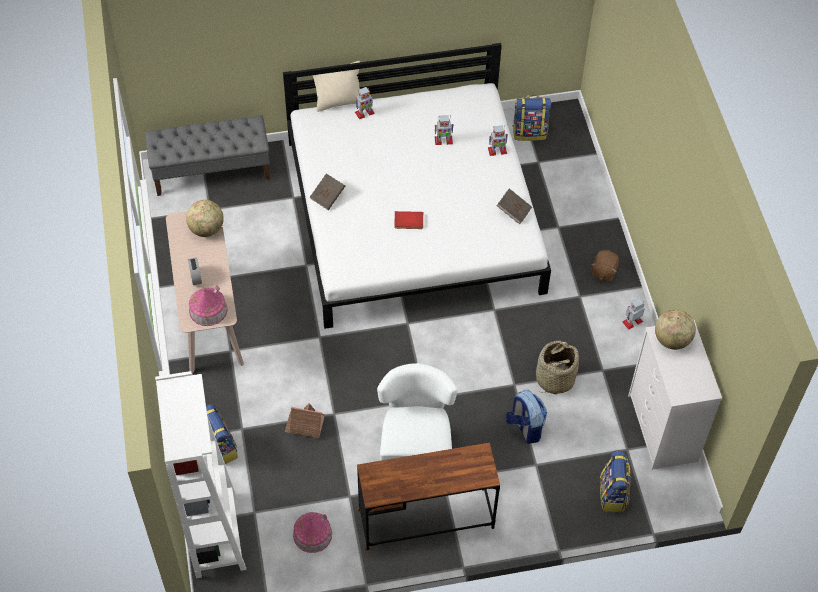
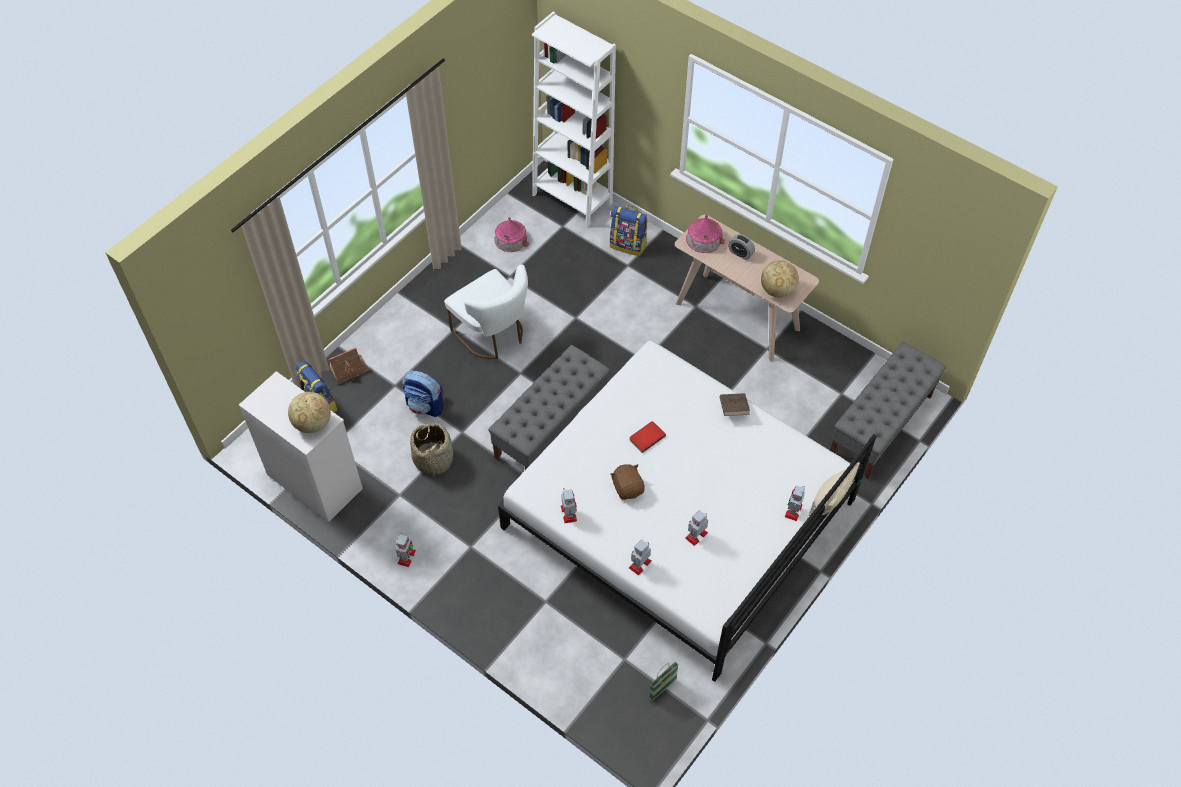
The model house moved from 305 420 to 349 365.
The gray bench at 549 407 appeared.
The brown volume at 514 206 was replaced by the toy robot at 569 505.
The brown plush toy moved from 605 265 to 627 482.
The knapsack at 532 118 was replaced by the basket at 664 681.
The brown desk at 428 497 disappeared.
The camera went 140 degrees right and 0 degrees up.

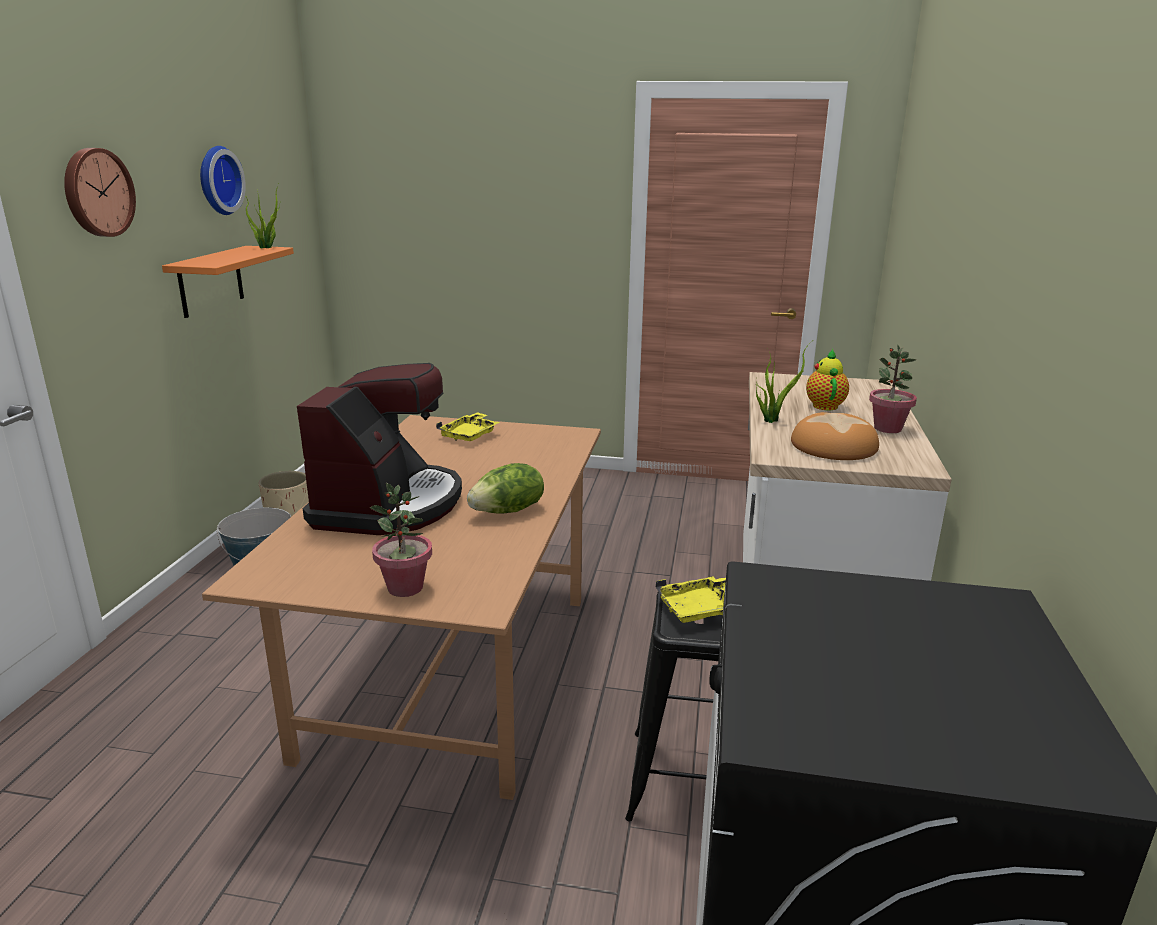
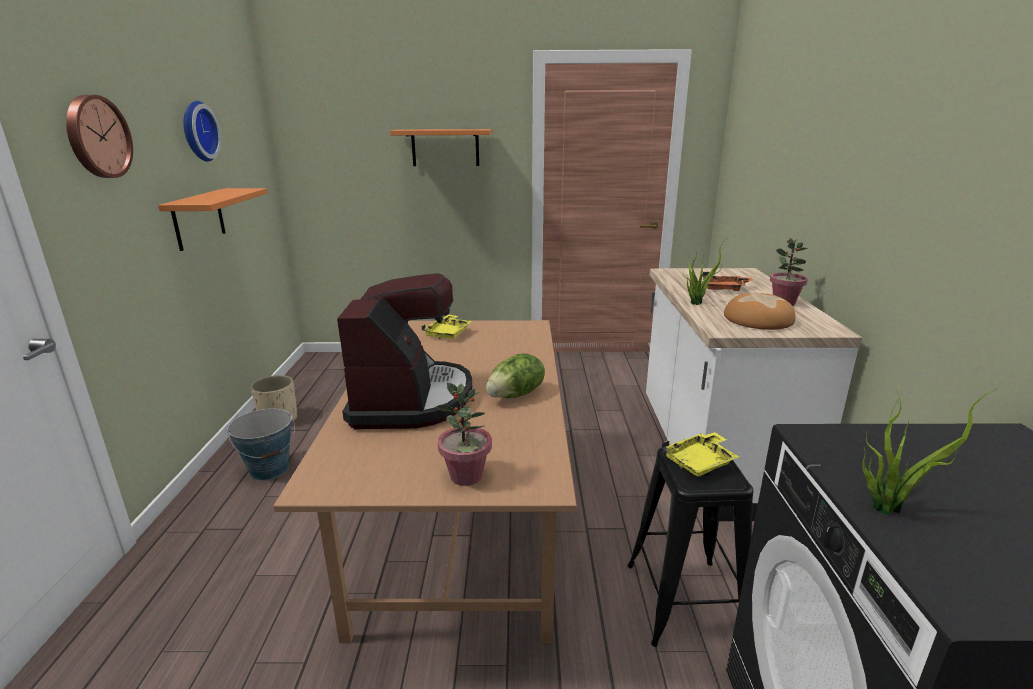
The orange bracket shelf at 441 147 appeared.
The tea pot at 827 379 was replaced by the orange serving tray at 728 281.
The potted plant moved from 263 216 to 930 452.
The camera went 10 degrees left and 0 degrees up.

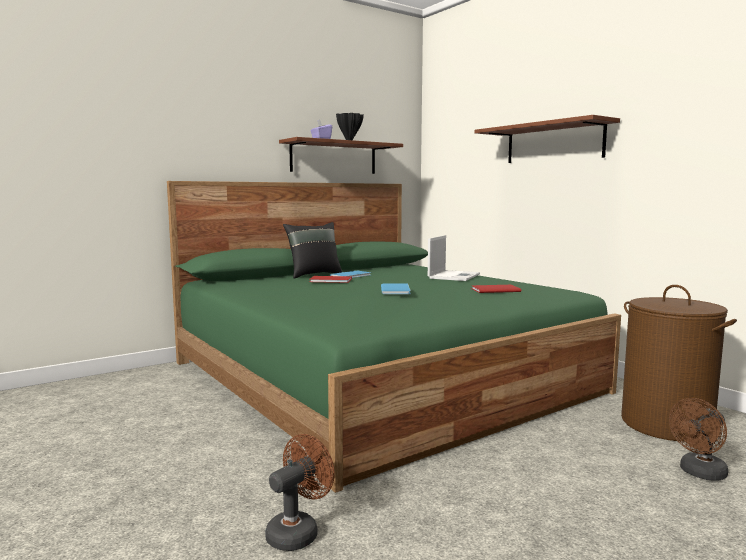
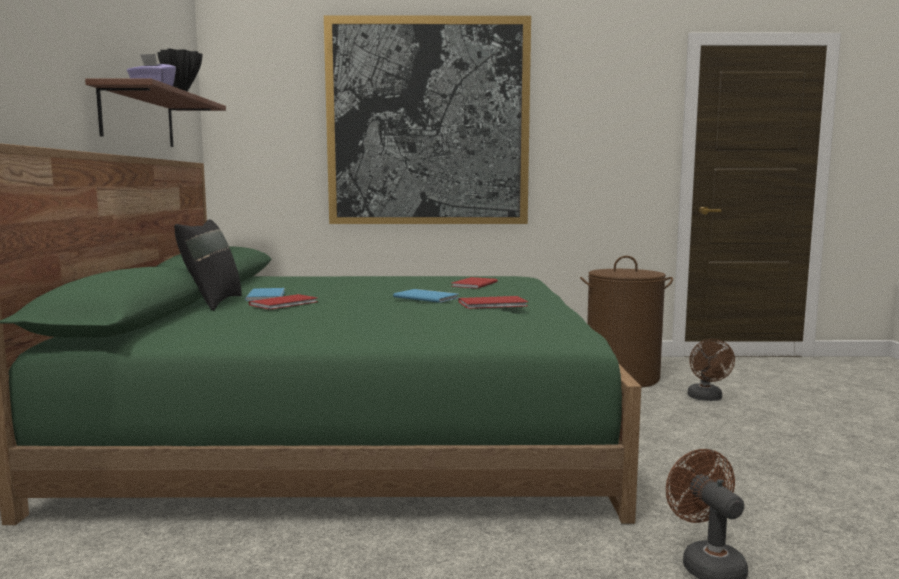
The brown bracket shelf at 547 139 was replaced by the picture at 427 119.
The reddish volume at 493 302 appeared.
The laptop at 454 258 disappeared.
The camera went 55 degrees left and 0 degrees up.

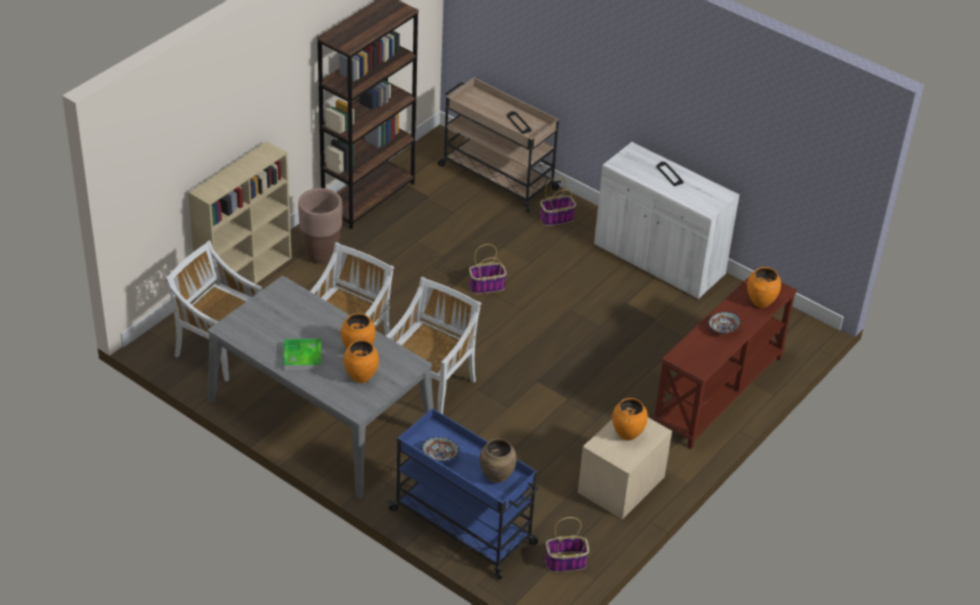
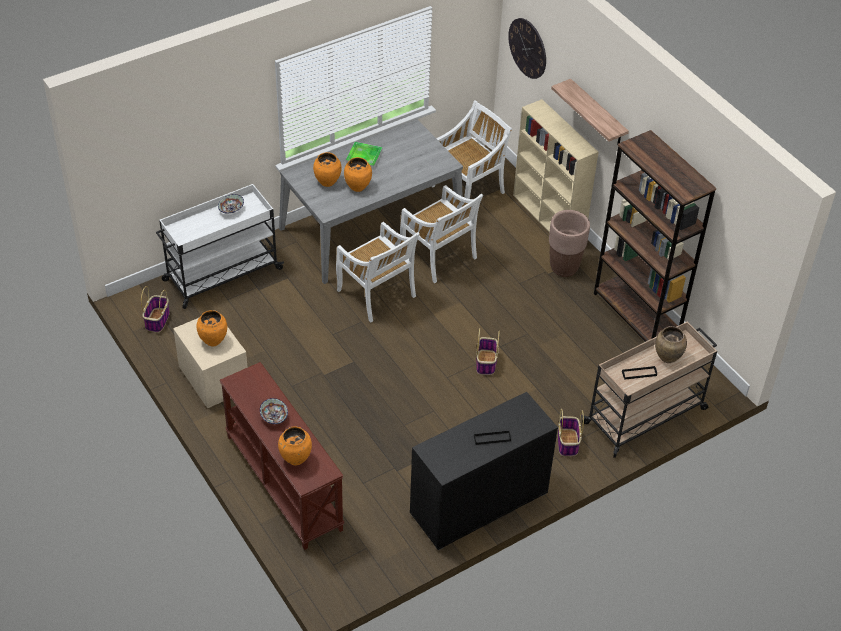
The blue wheeled cart at 462 493 became the whitish wheeled cart at 220 246.
The whitish cupboard at 667 220 became the black cupboard at 484 471.
The hanging clock at 527 48 appeared.
The bracket shelf at 590 112 appeared.
The brown vase moved from 498 461 to 671 344.
The camera went 110 degrees right and 5 degrees up.

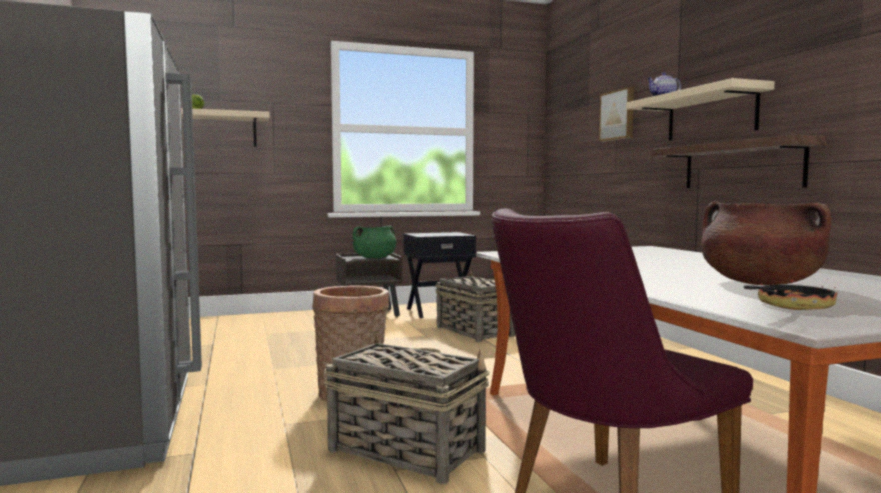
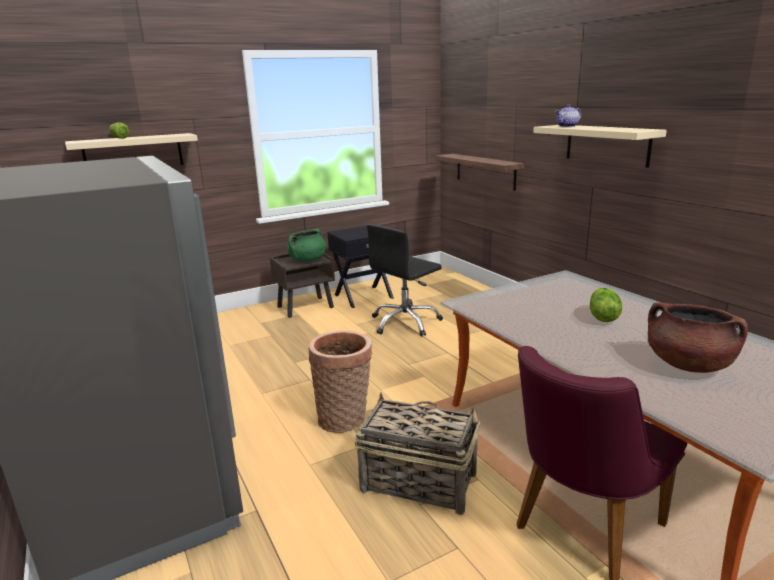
The basket at 475 306 was replaced by the black desk chair at 405 280.
The bracket shelf moved from 739 161 to 480 172.
The lettuce head at 606 305 appeared.
The picture at 616 114 disappeared.
The pan at 790 294 disappeared.
The camera went 10 degrees left and 15 degrees up.

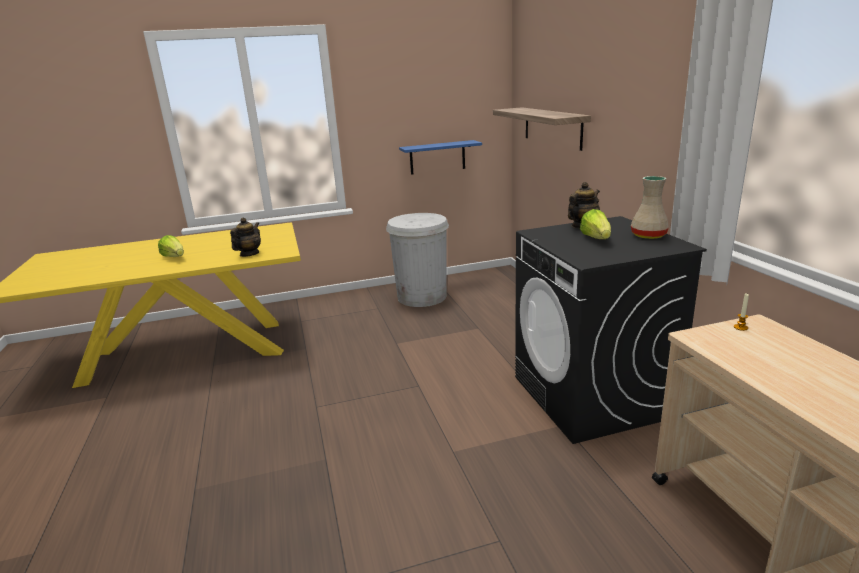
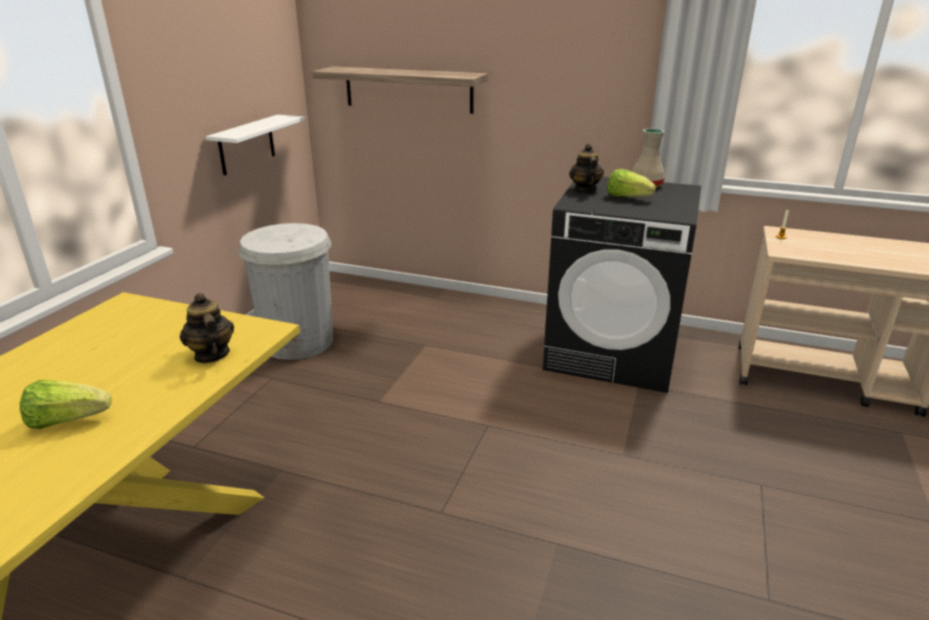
The blue bracket shelf at 440 157 became the whitish bracket shelf at 255 145.
The camera went 55 degrees left and 5 degrees up.

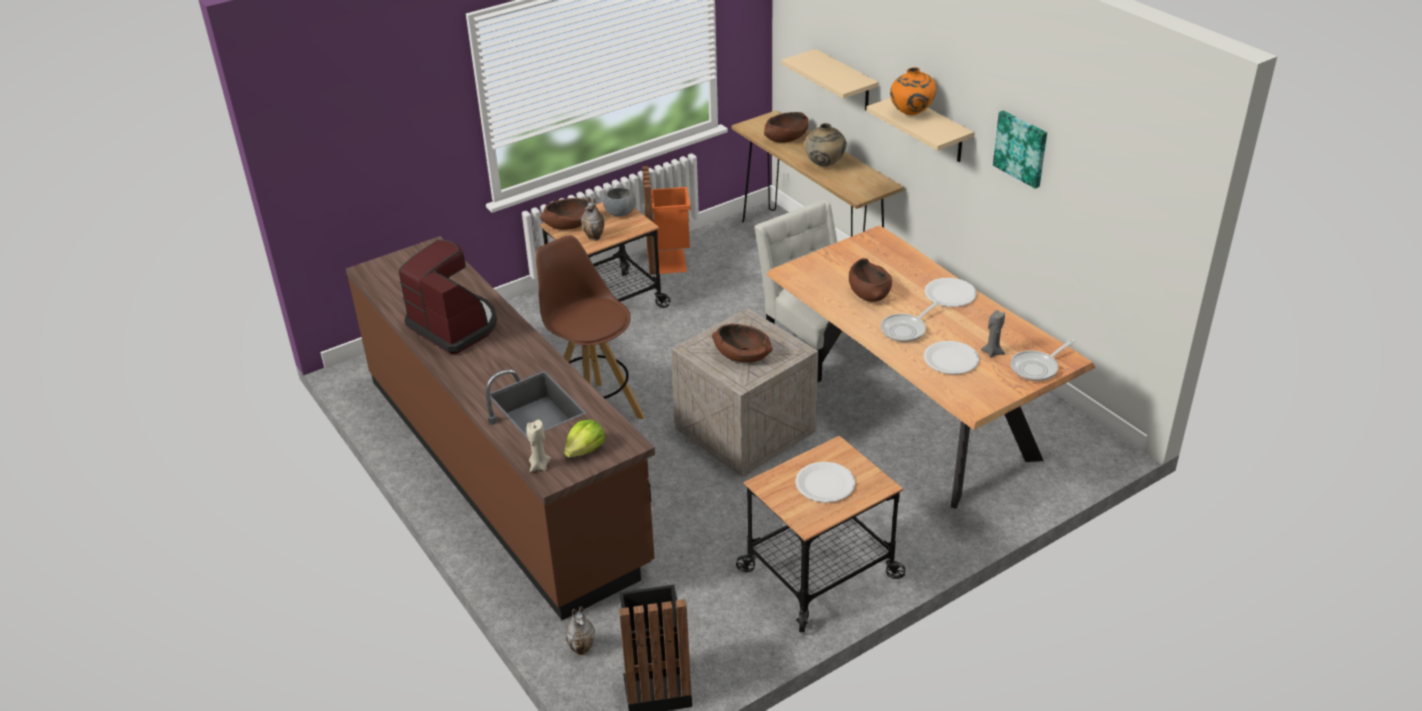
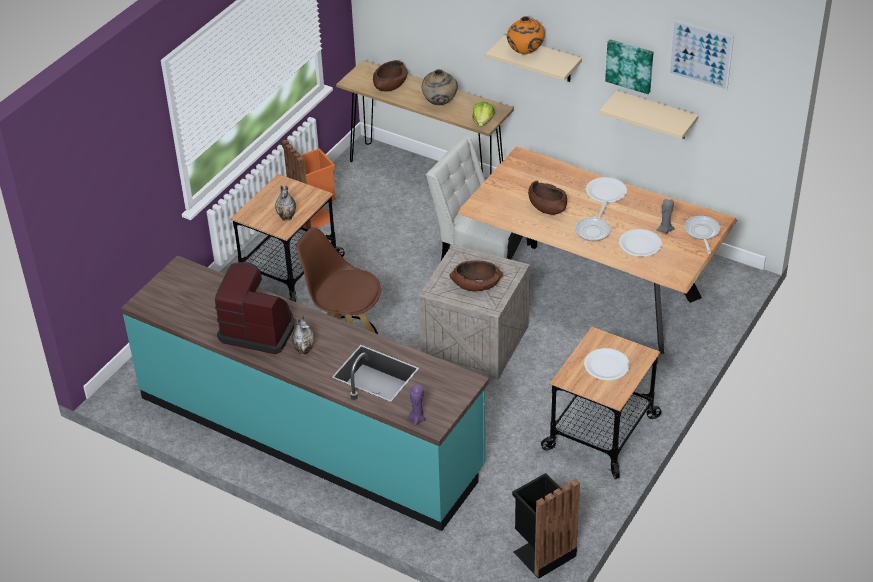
The brown counter at 500 428 became the blue-green counter at 305 393.
The vase moved from 580 631 to 303 335.
The sand-coloured wax light at 539 445 became the purplish wax light at 416 405.
The lettuce head moved from 584 439 to 483 114.
The sand-coloured bracket shelf moved from 829 79 to 649 115.
The picture at 701 55 appeared.
The pan at 1043 360 turned 150 degrees clockwise.
The brown bowl at 564 214 disappeared.
The gray bowl at 619 201 disappeared.
The camera went 25 degrees left and 5 degrees up.

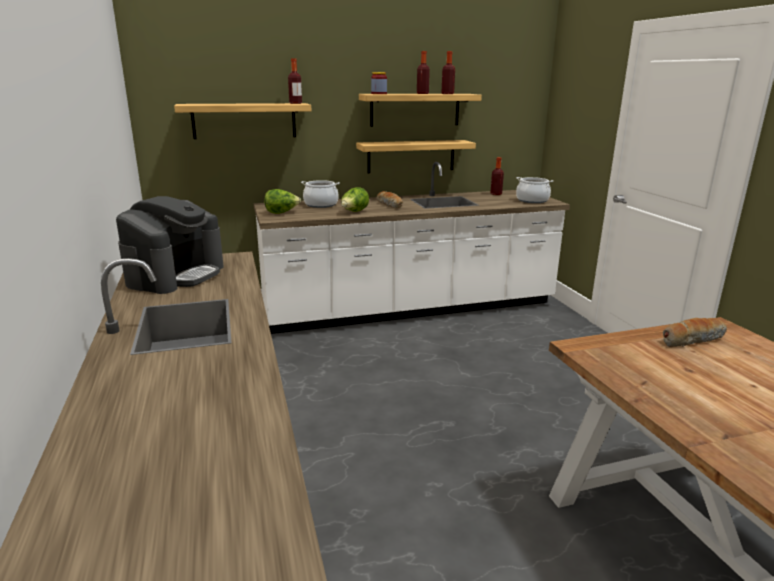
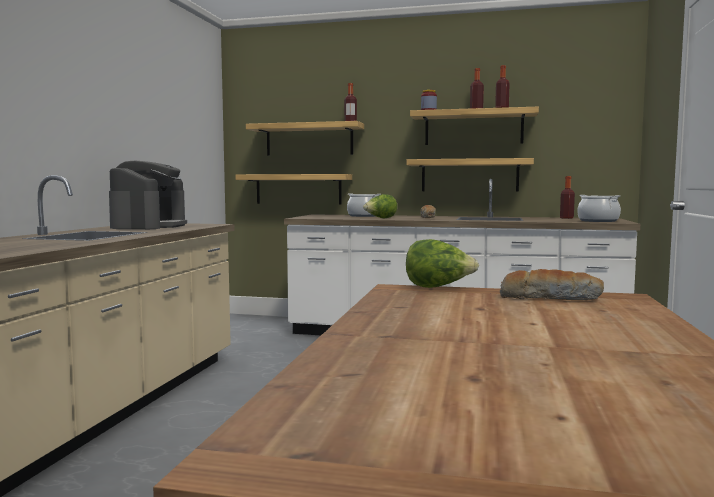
The coffee machine at 169 245 turned 45 degrees counterclockwise.
The bracket shelf at 294 189 appeared.
The lettuce head moved from 282 201 to 442 263.
The camera went 30 degrees right and 15 degrees down.

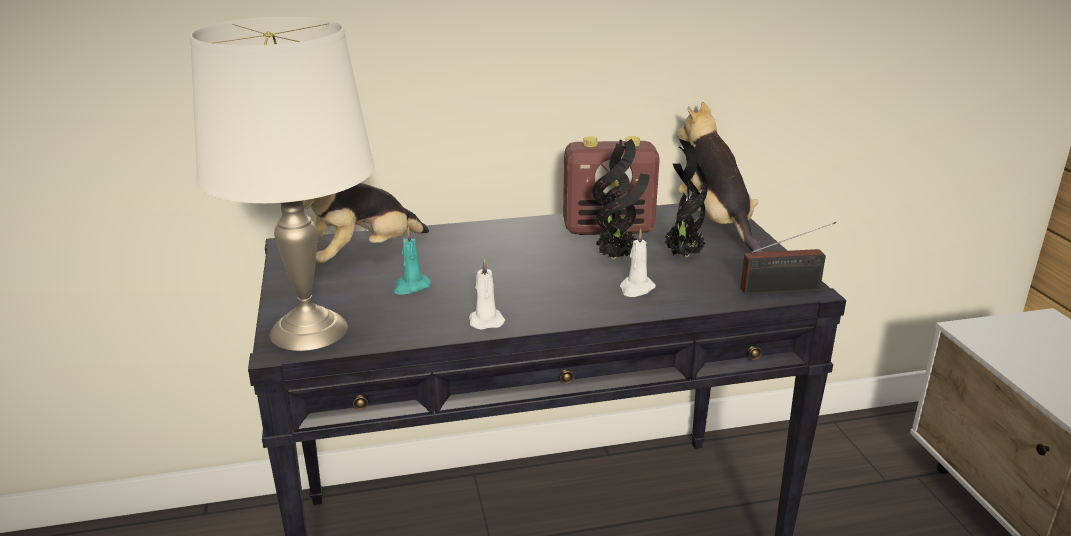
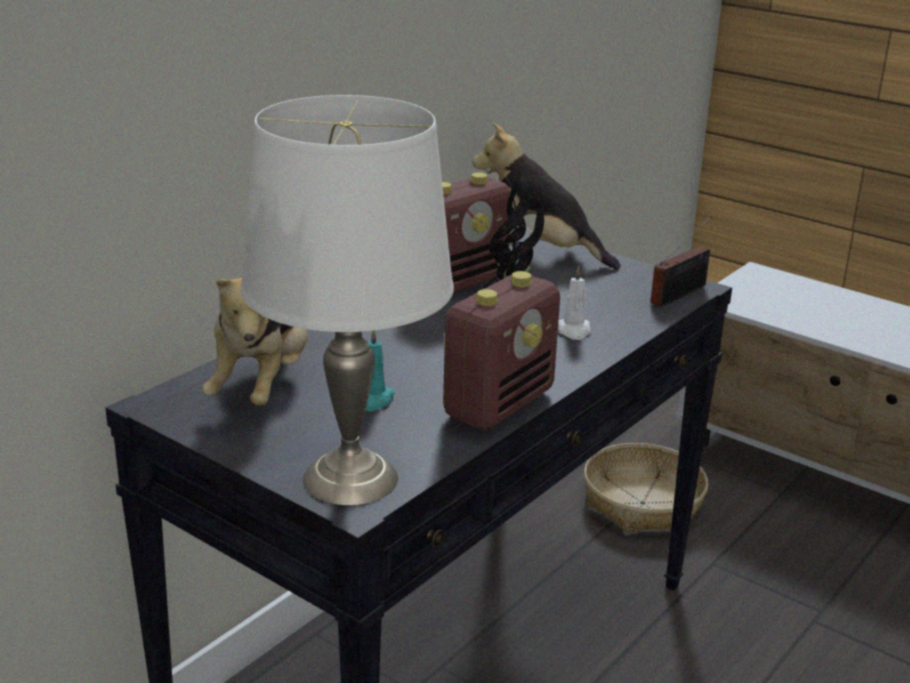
The whitish wax light at 487 294 was replaced by the radio receiver at 501 350.
The basket at 646 488 appeared.
The potted plant at 685 198 disappeared.
The camera went 40 degrees left and 0 degrees up.

